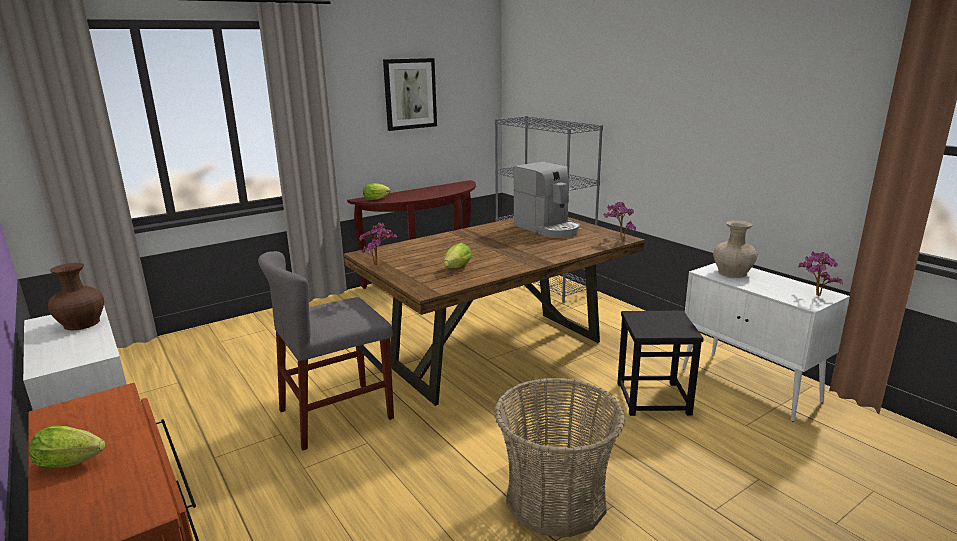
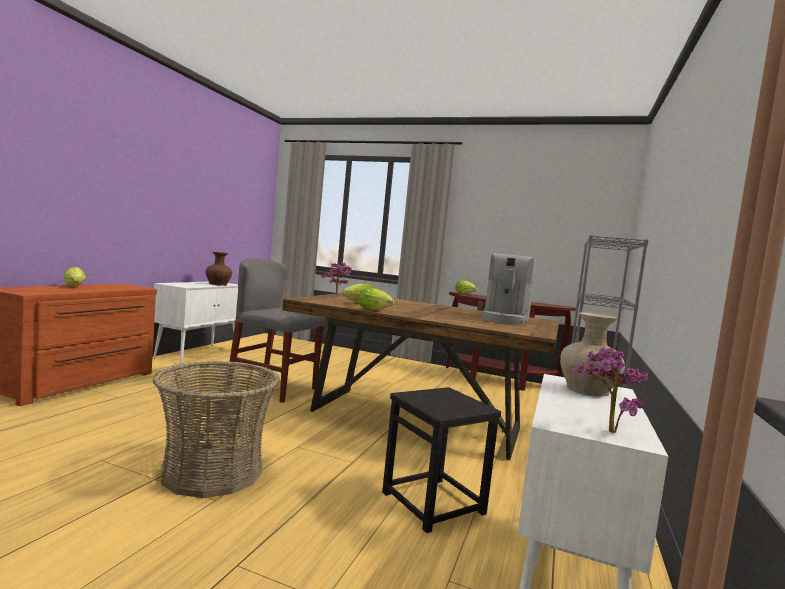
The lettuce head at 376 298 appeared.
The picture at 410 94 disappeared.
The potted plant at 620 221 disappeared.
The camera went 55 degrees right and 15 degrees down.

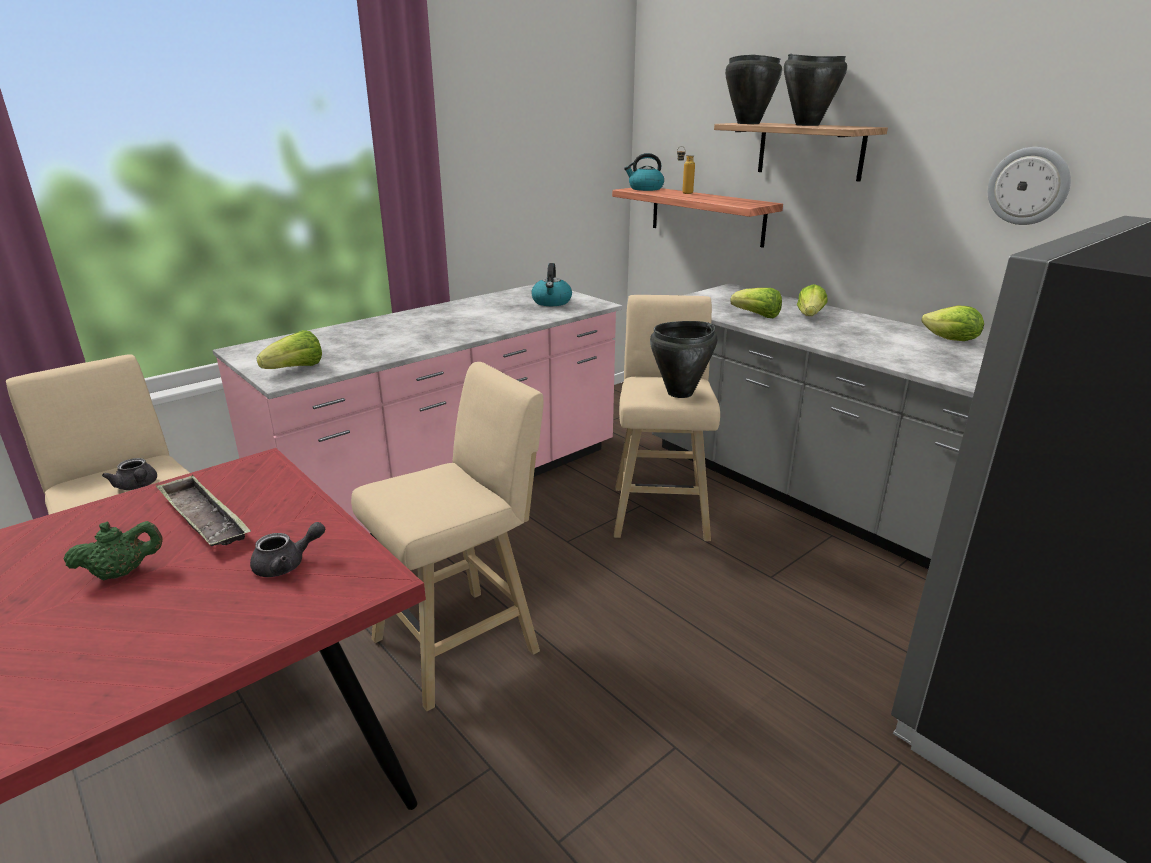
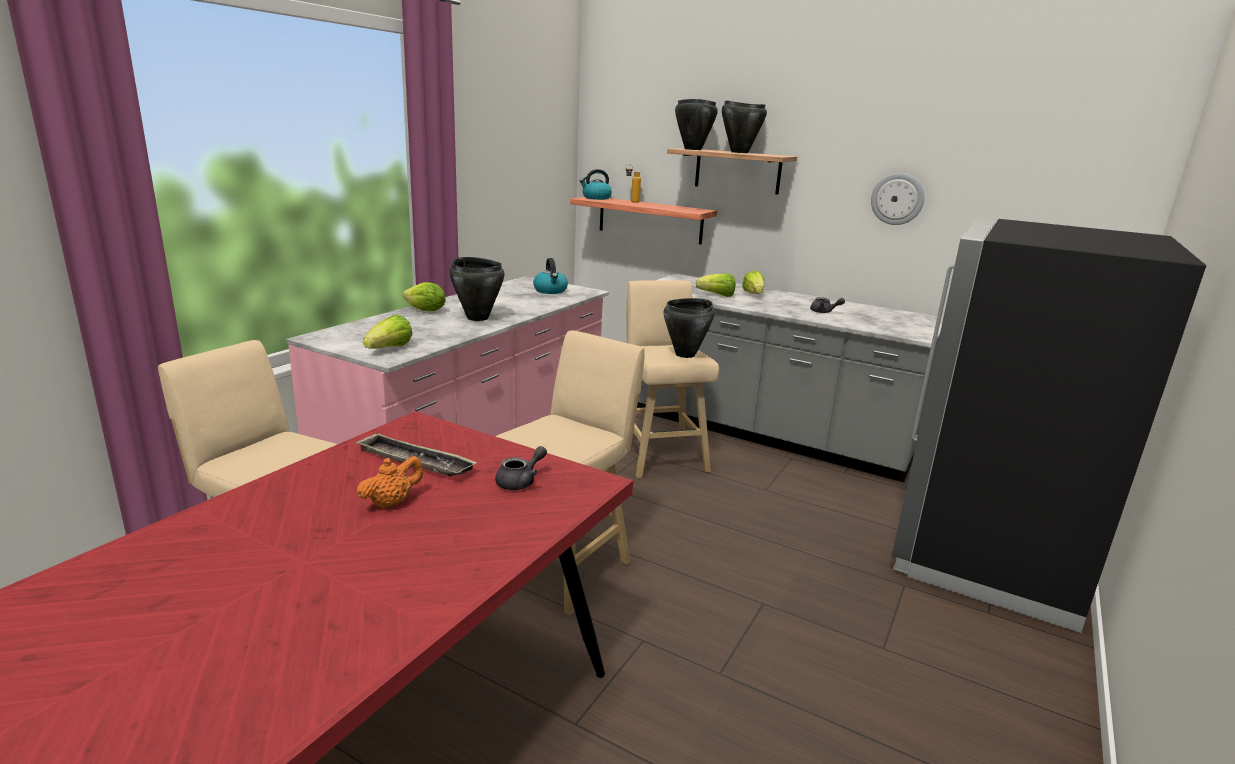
The greenish tea pot at 113 551 became the orange tea pot at 390 482.
The lettuce head moved from 953 323 to 424 296.
The black saucepot at 477 289 appeared.
The gray tea pot moved from 129 474 to 827 305.
The camera went 20 degrees left and 5 degrees down.

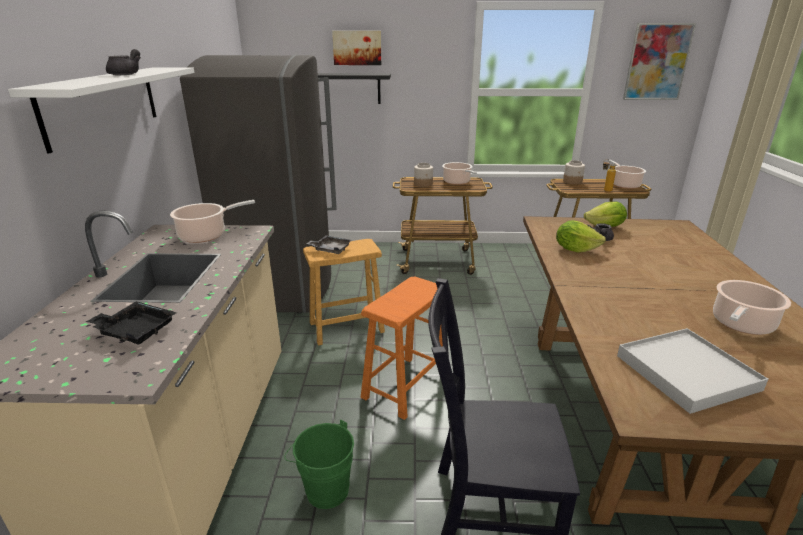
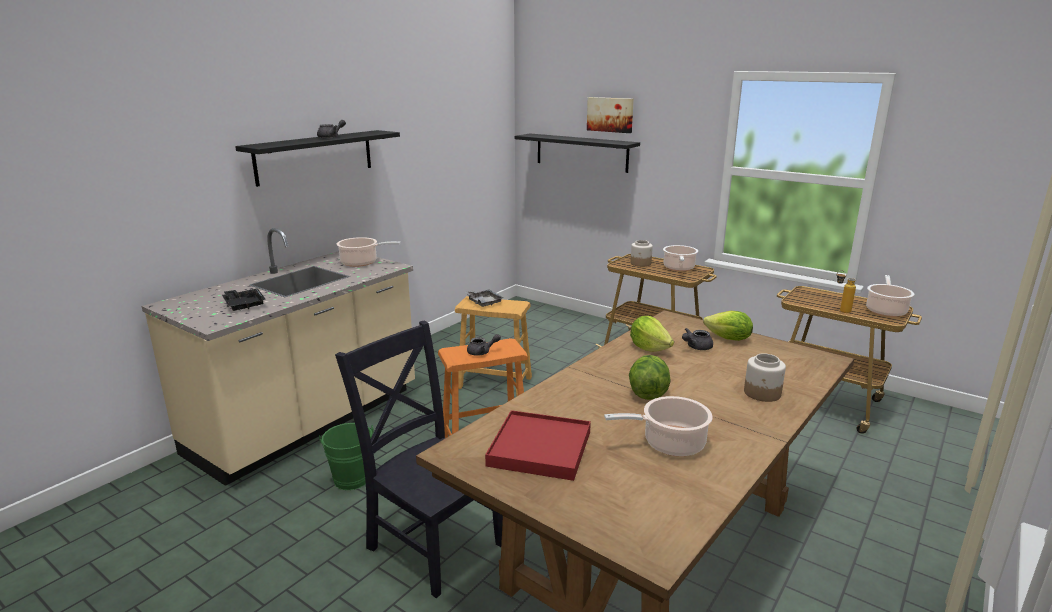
The whitish bracket shelf at 101 110 became the black bracket shelf at 317 158.
The gray tea pot at 484 345 appeared.
The whitish serving tray at 692 371 became the reddish serving tray at 538 445.
The lettuce head at 650 377 appeared.
The jar moved from 574 172 to 765 377.
The gray fridge at 258 184 disappeared.
The picture at 659 61 disappeared.
The camera went 35 degrees right and 5 degrees down.

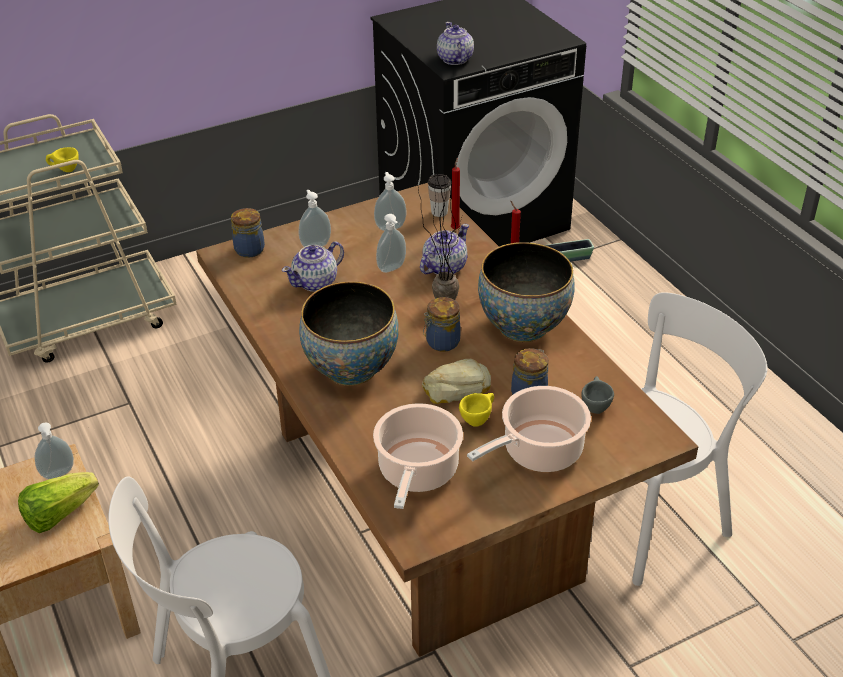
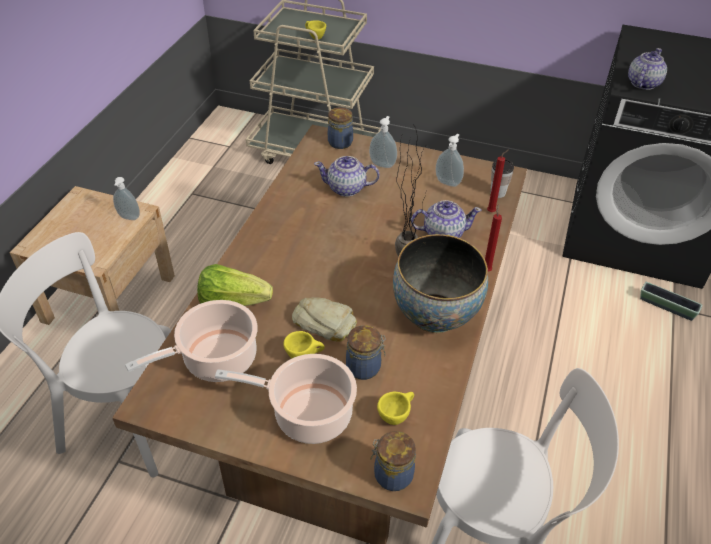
The lettuce head moved from 58 502 to 235 285.
The jar moved from 442 324 to 393 461.
The gray cup at 597 395 became the yellow-coloured cup at 395 408.
The bowl at 349 334 disappeared.
The liquid soap bottle at 391 243 disappeared.
The camera went 45 degrees right and 5 degrees up.

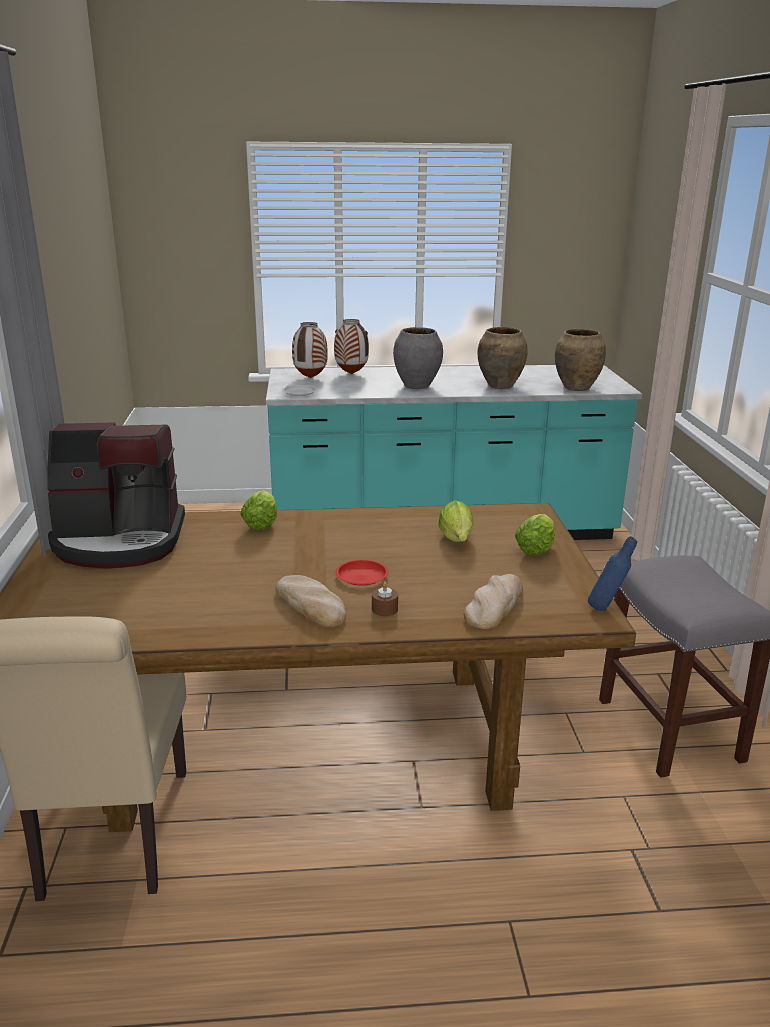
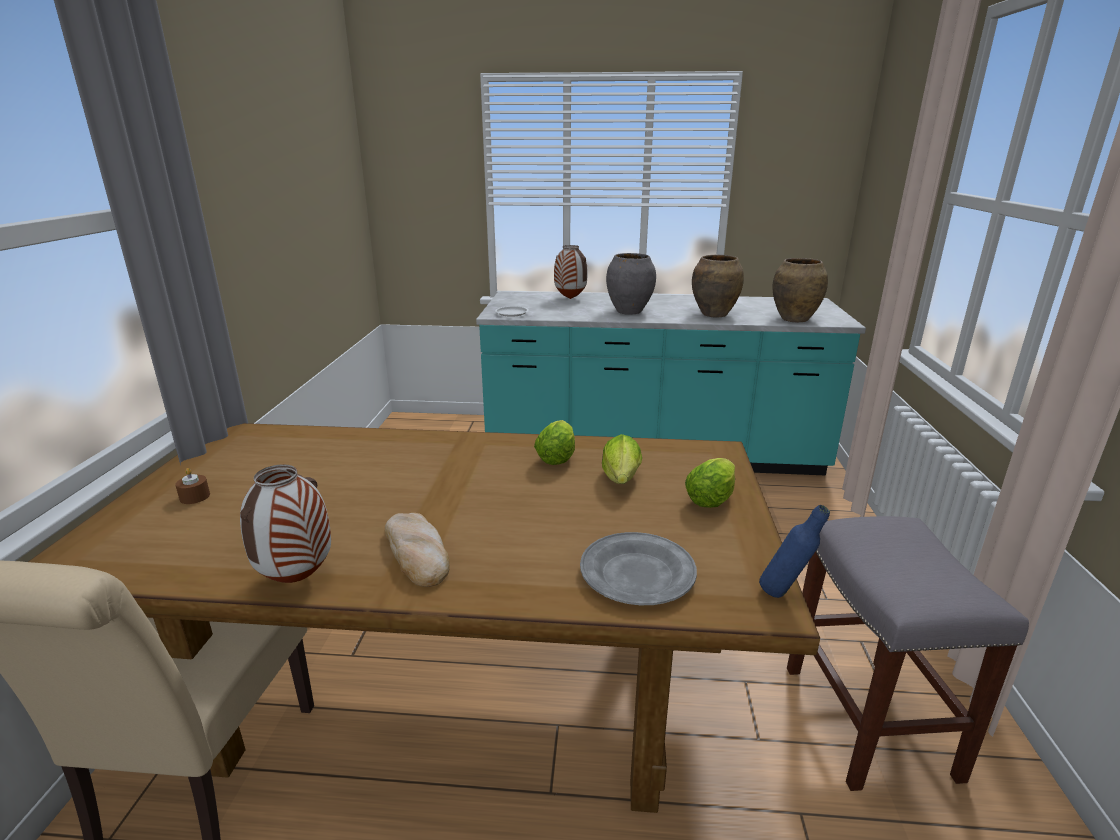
The brown wax light moved from 385 598 to 192 486.
The vase moved from 310 350 to 285 523.
The lettuce head moved from 258 510 to 554 442.
The bakery bread at 493 601 was replaced by the gray dinner plate at 638 568.
The coffee machine at 116 495 disappeared.
The reddish dinner plate at 362 573 disappeared.
The camera went 10 degrees right and 0 degrees up.

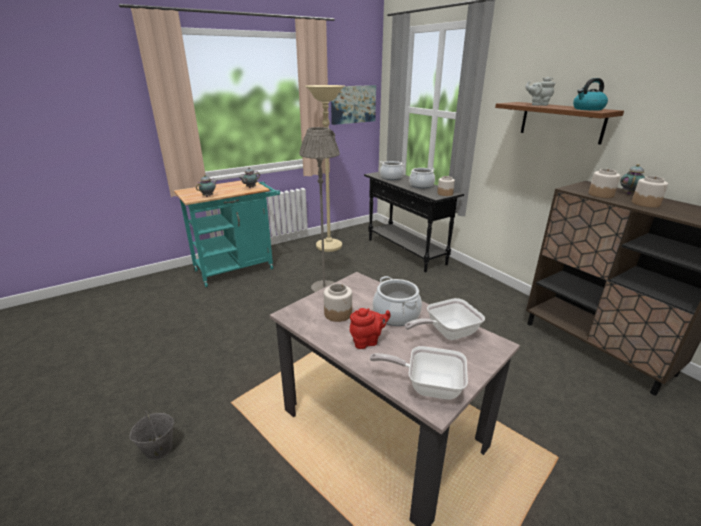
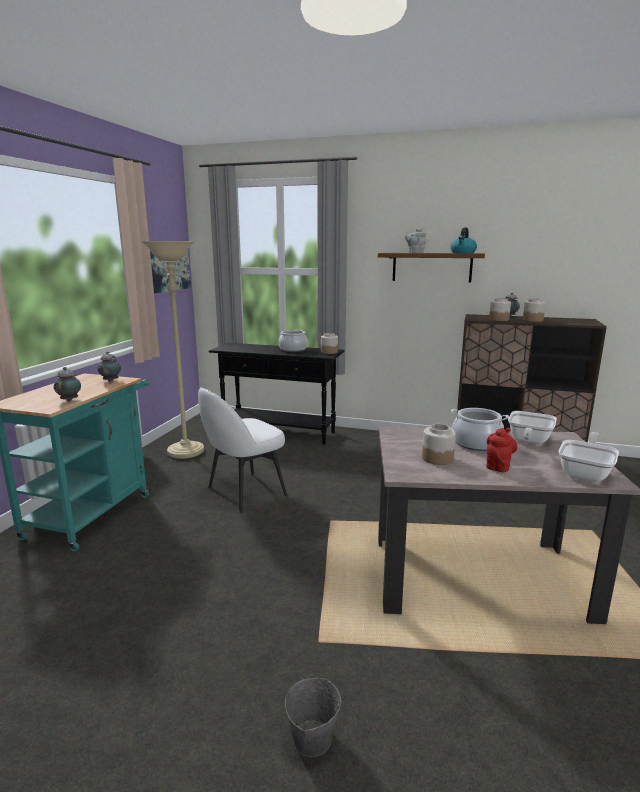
The gray standing lamp at 319 209 was replaced by the whitish plain chair at 242 450.
The pan at 419 373 turned 150 degrees clockwise.
The saucepot at 392 170 disappeared.
The camera went 40 degrees left and 10 degrees down.

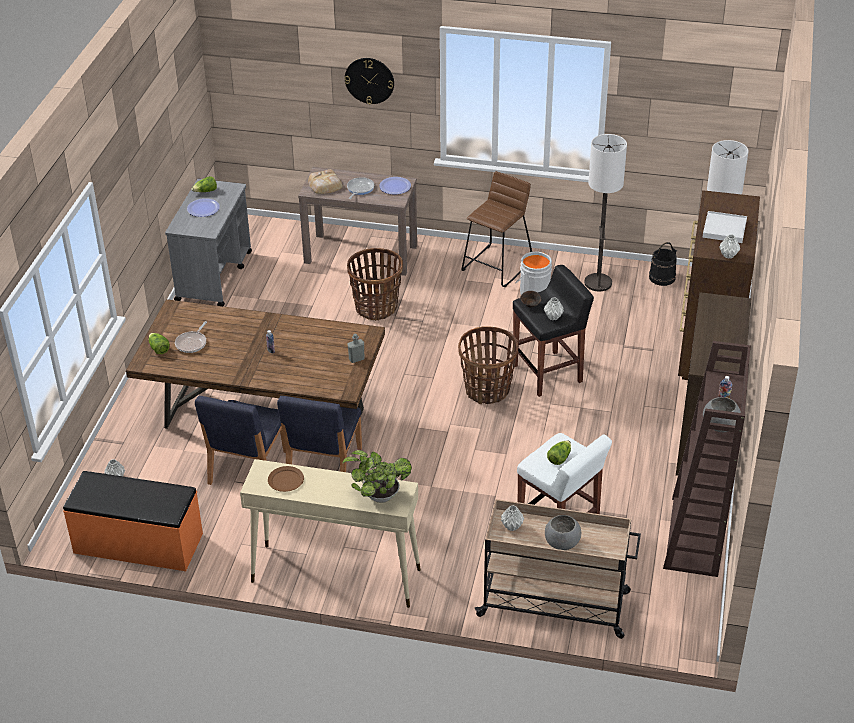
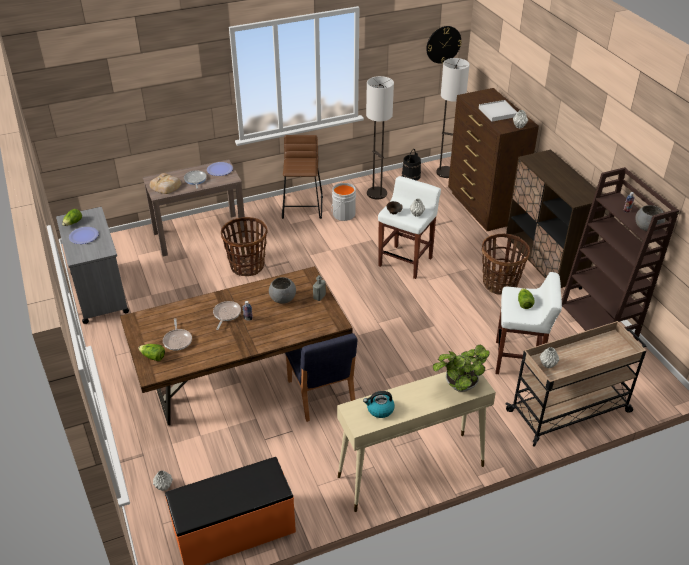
The pan at 227 315 appeared.
The gray bowl moved from 563 532 to 282 290.
The brown dinner plate at 286 479 was replaced by the kettle at 379 404.
The black stool seat at 553 331 became the whitish stool seat at 409 227.
The hanging clock moved from 369 81 to 444 45.
The basket moved from 488 365 to 506 264.
The blue plain chair at 240 440 disappeared.
The camera went 35 degrees left and 0 degrees up.

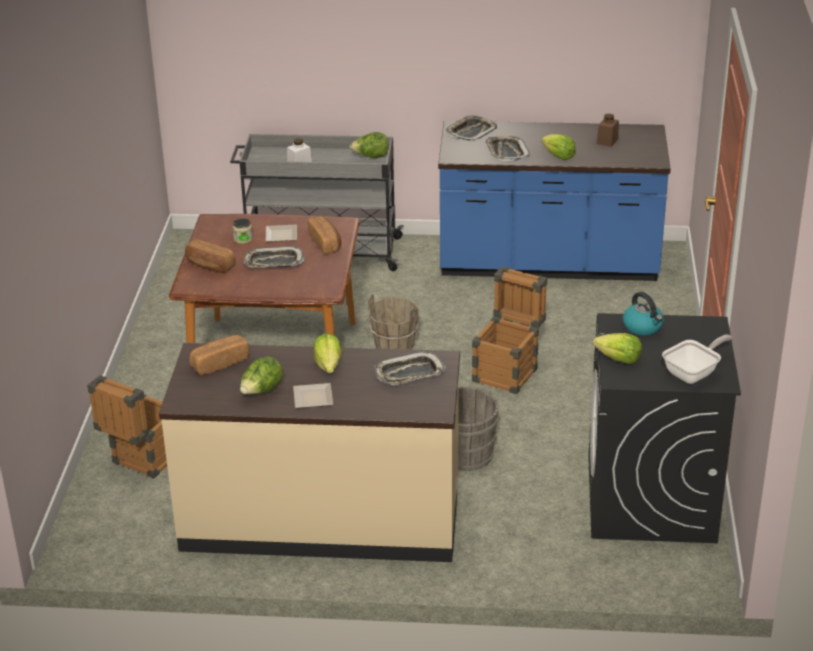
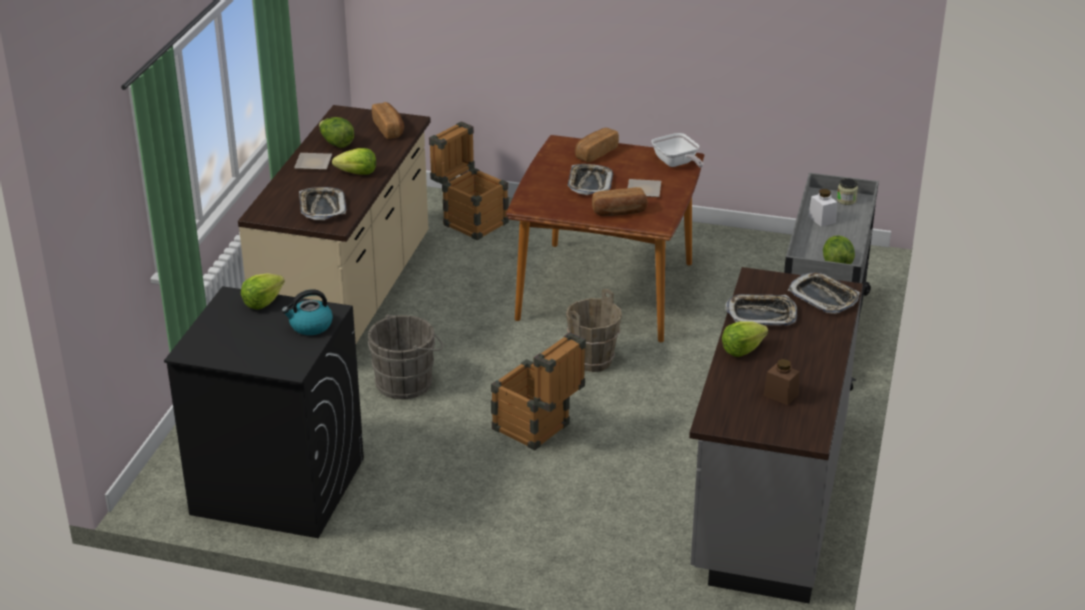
The pan moved from 697 359 to 677 150.
The blue counter at 554 201 became the gray counter at 776 435.
The jar moved from 242 231 to 847 191.
The camera went 100 degrees right and 0 degrees up.

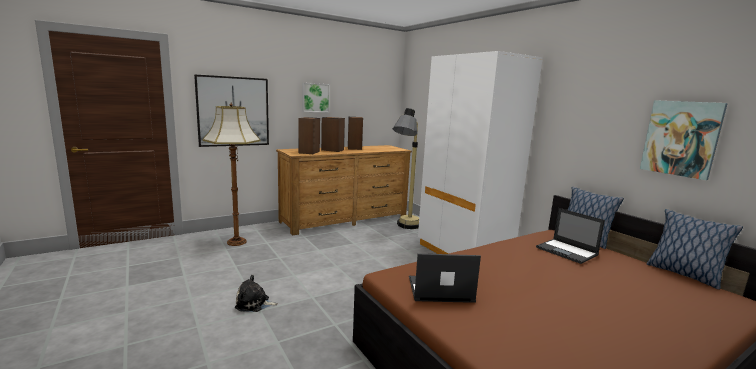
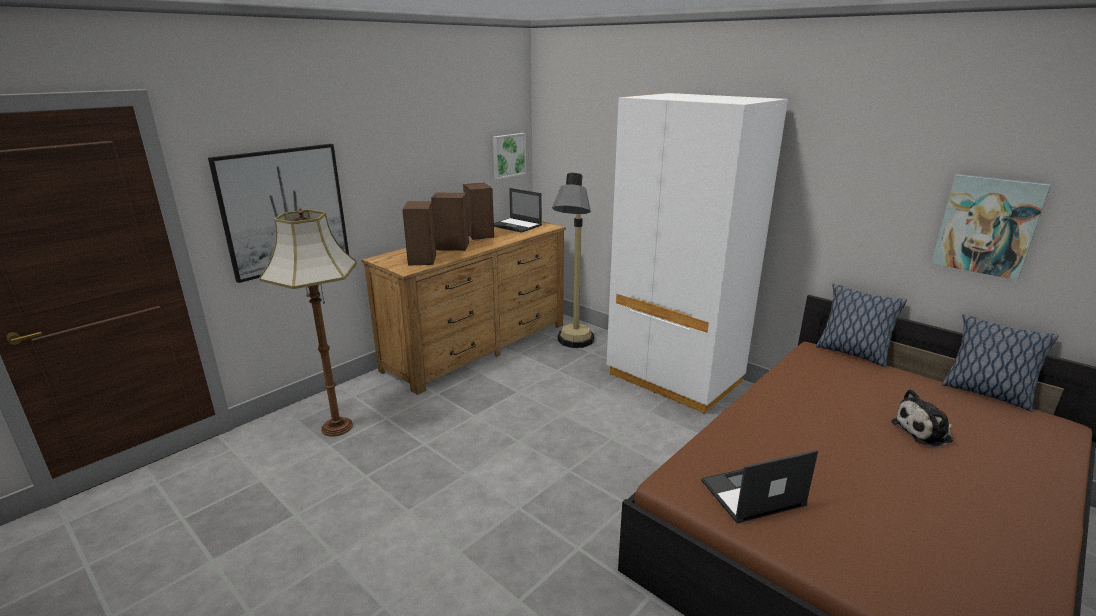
The picture moved from 316 97 to 509 156.
The laptop moved from 570 236 to 518 210.
The plush toy moved from 256 293 to 922 418.
The camera went 15 degrees left and 10 degrees up.

